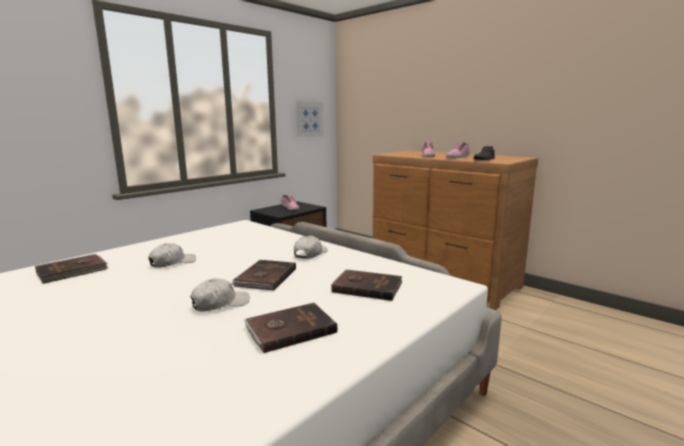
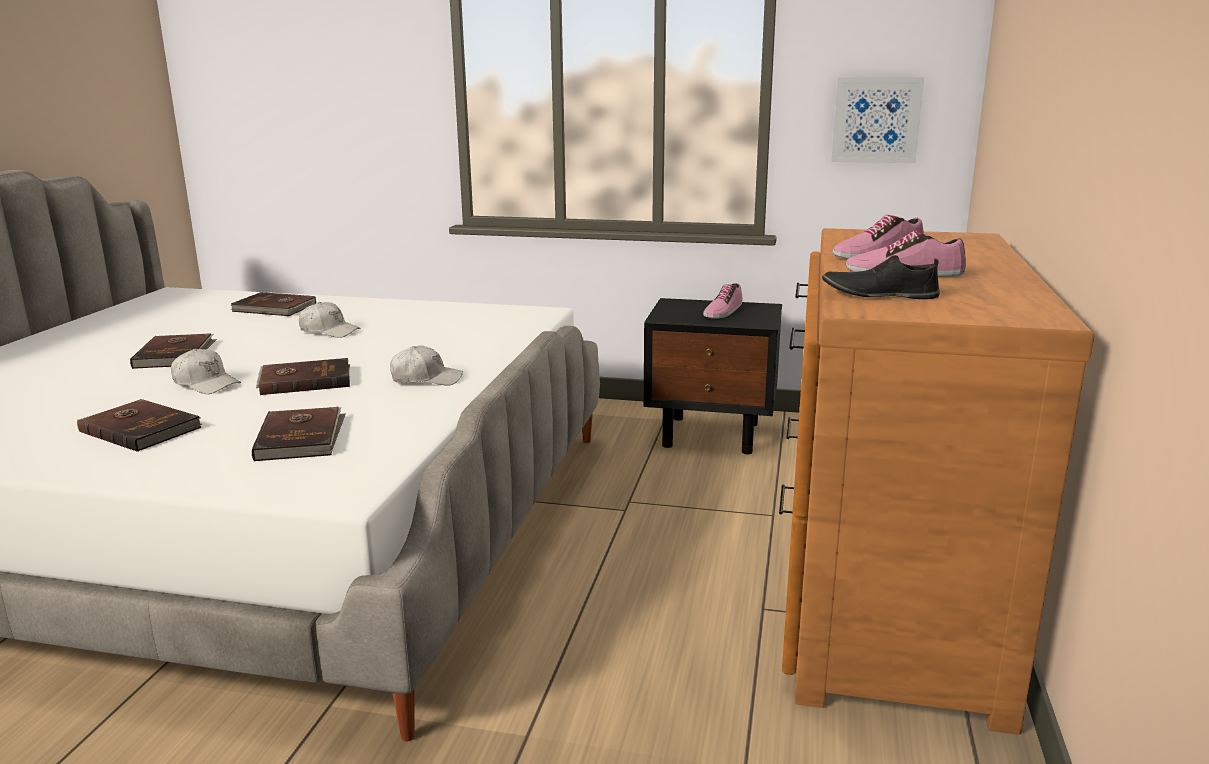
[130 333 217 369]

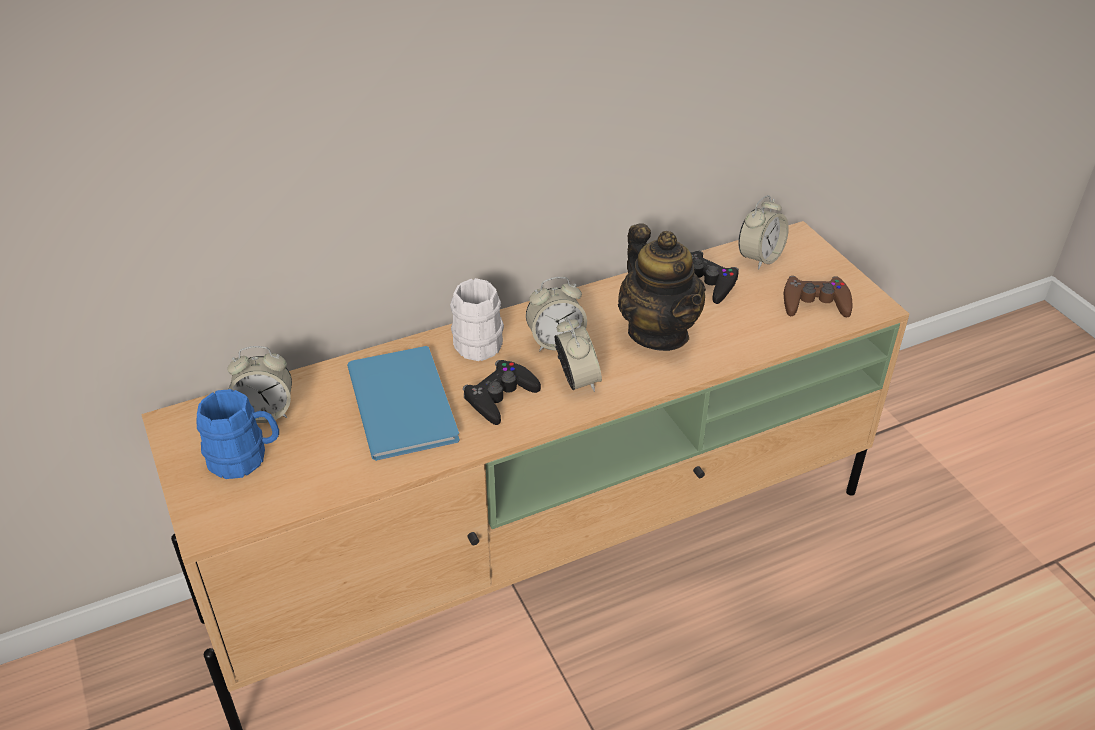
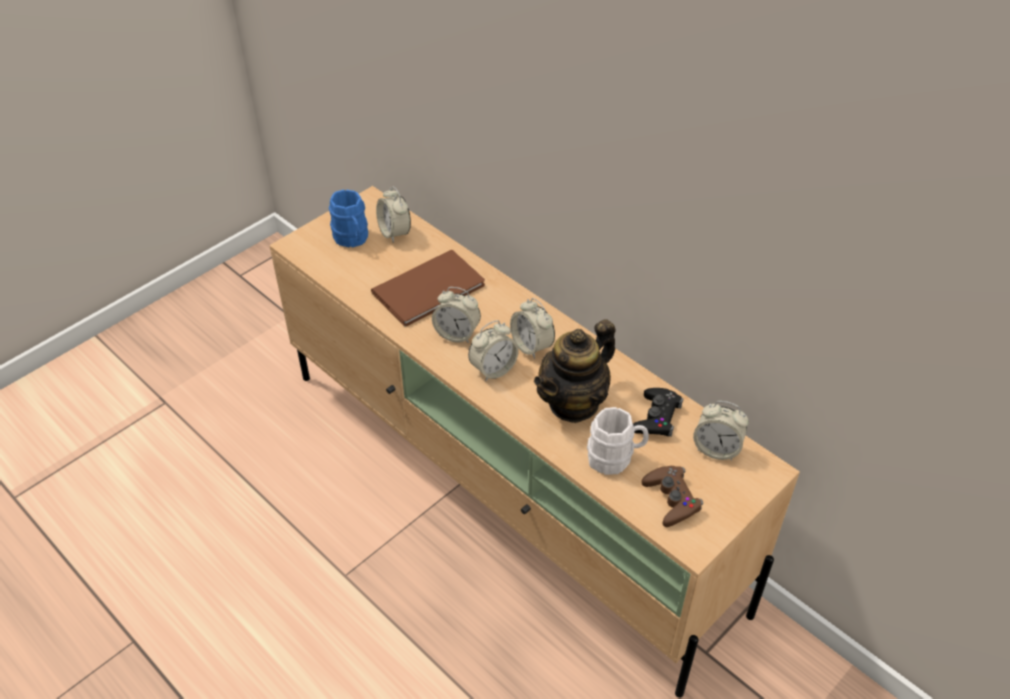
[371 250 485 326]
[587 407 649 475]
[432 287 481 343]

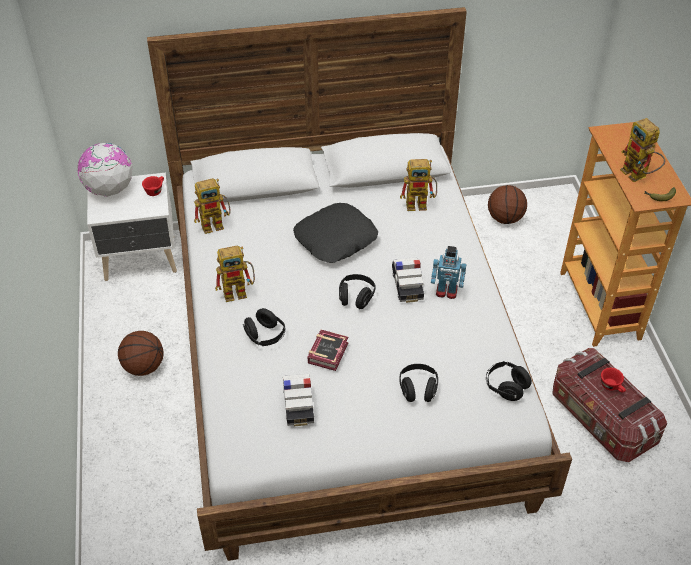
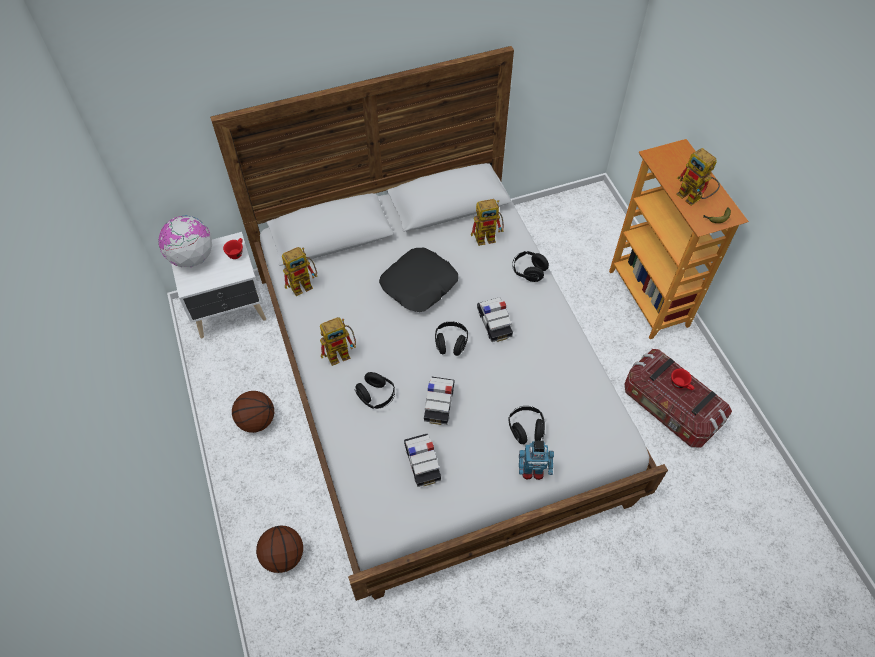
[424 377 454 425]
[519 441 554 480]
[512 251 549 282]
[256 526 303 573]

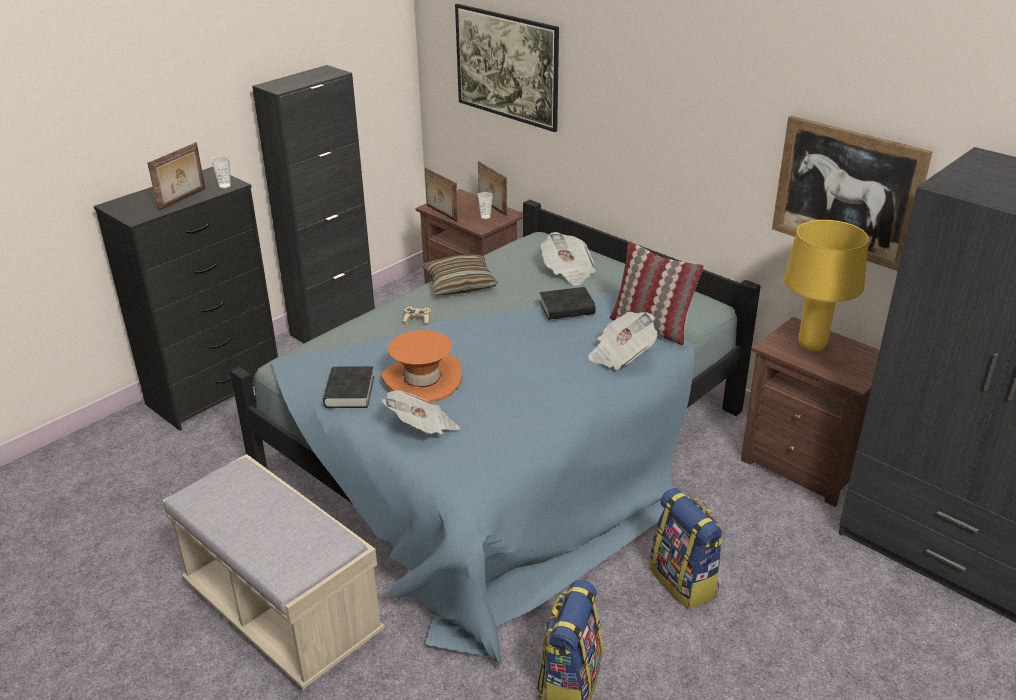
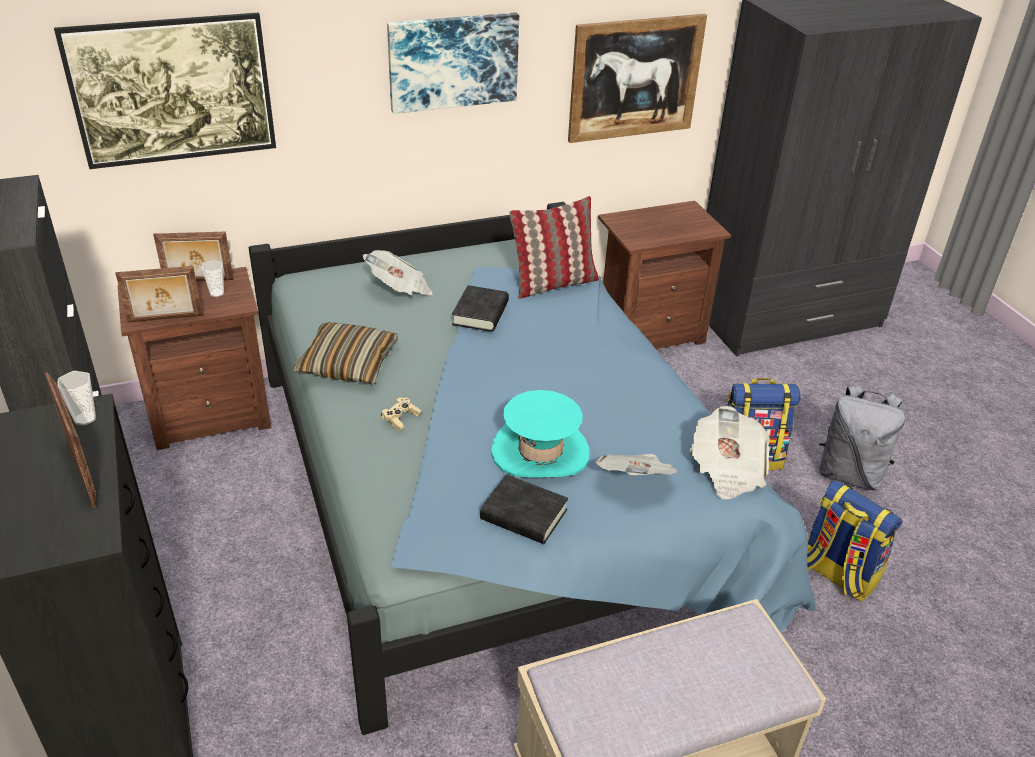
[491 390 590 478]
[690 406 770 500]
[784 220 869 352] (first image)
[387 12 519 114]
[819 386 906 490]

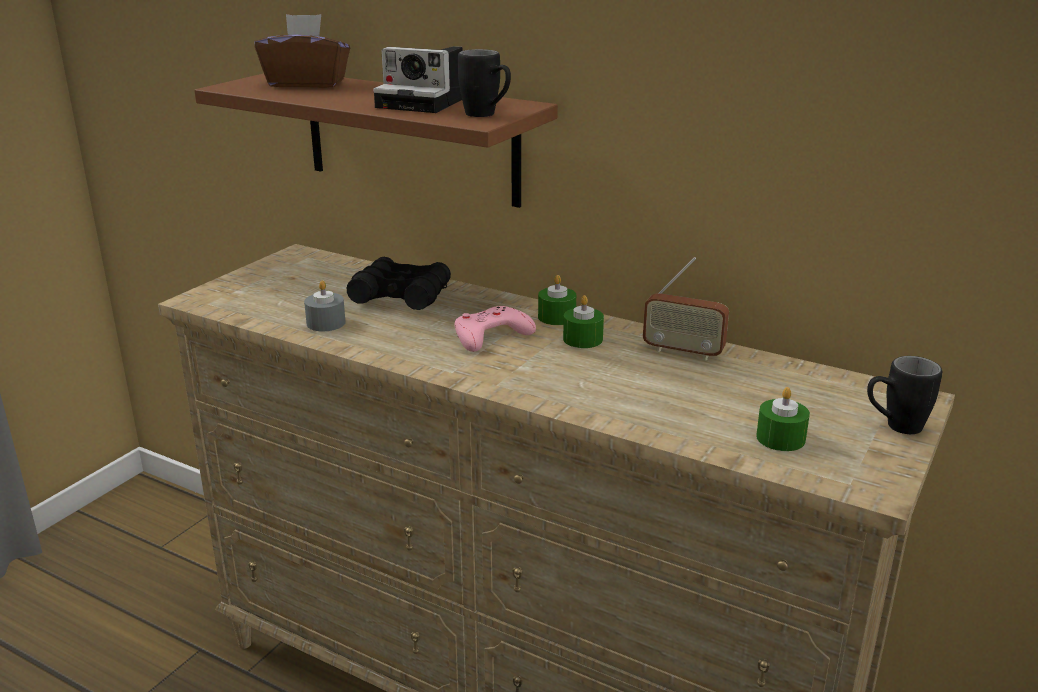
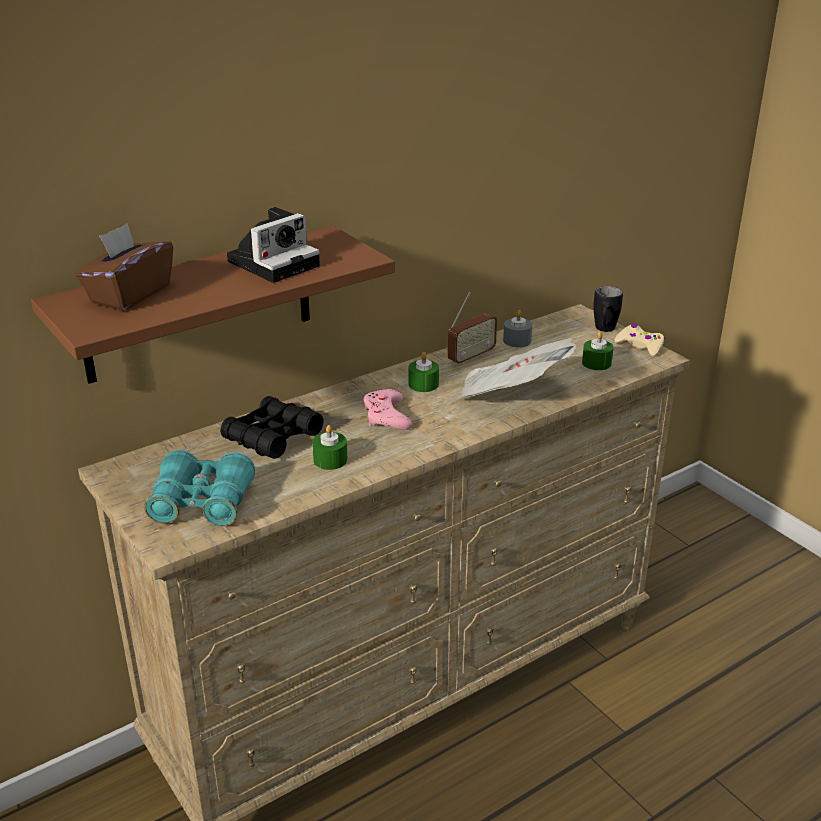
[503 310 532 347]
[458 49 511 117] (first image)
[312 425 348 470]
[144 450 255 526]
[457 338 576 399]
[615 324 665 357]

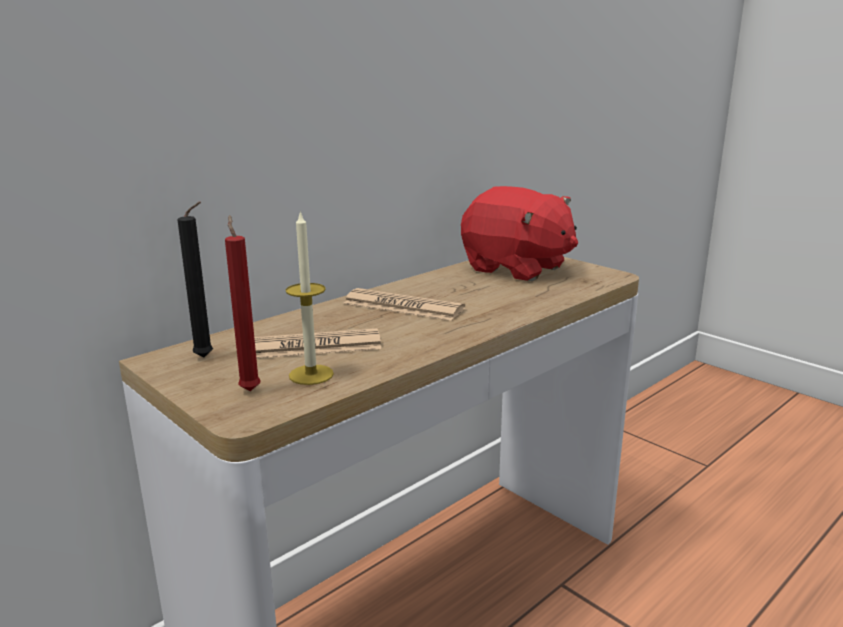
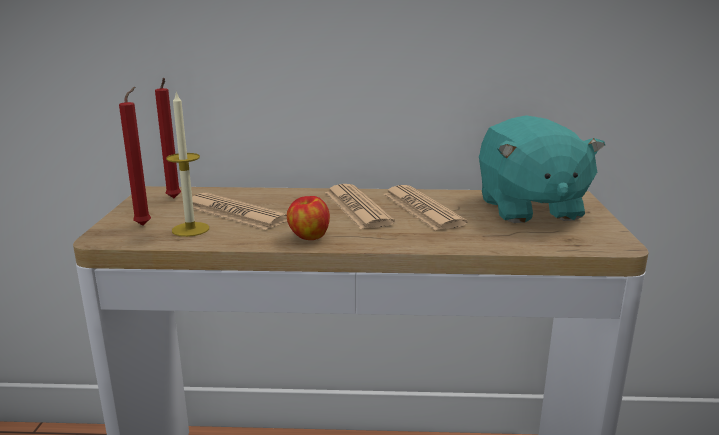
[155 78 181 198]
[479 115 605 223]
[287 196 330 240]
[383 185 468 230]

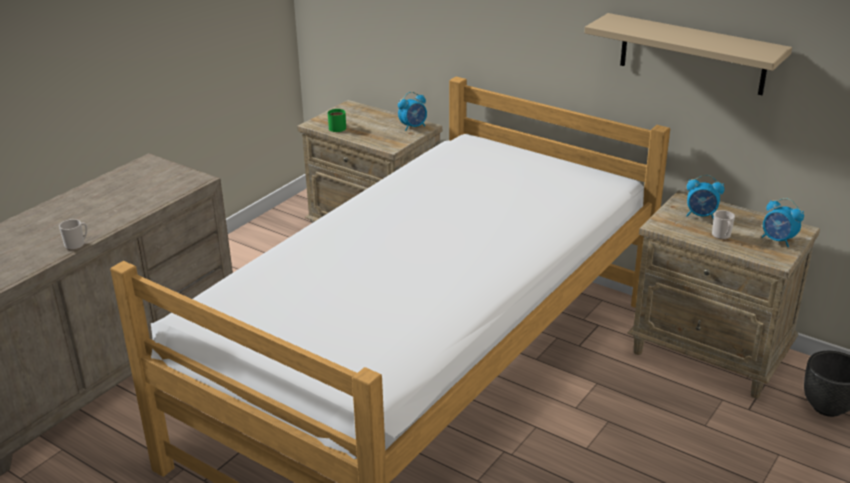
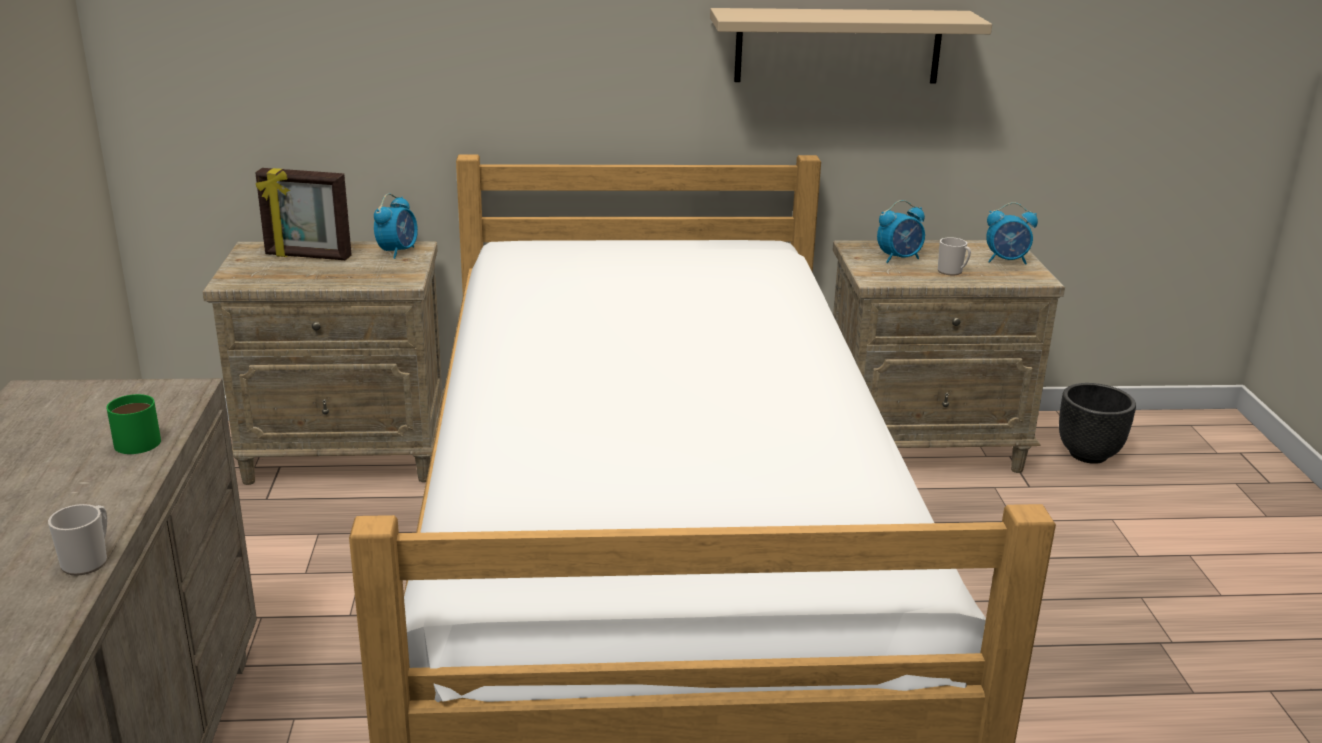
[106 394 161 454]
[255 168 352 260]

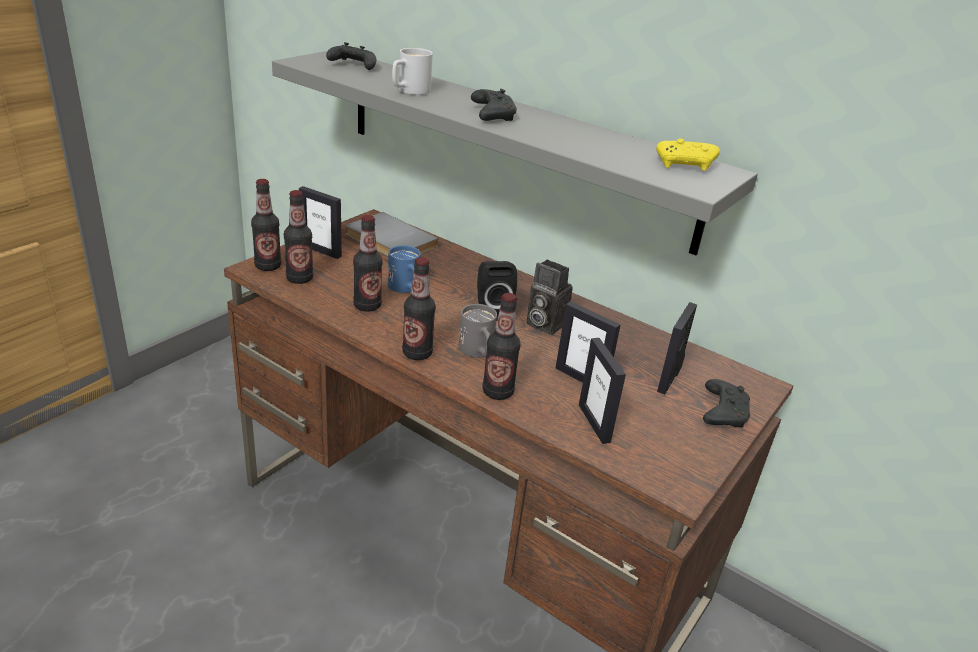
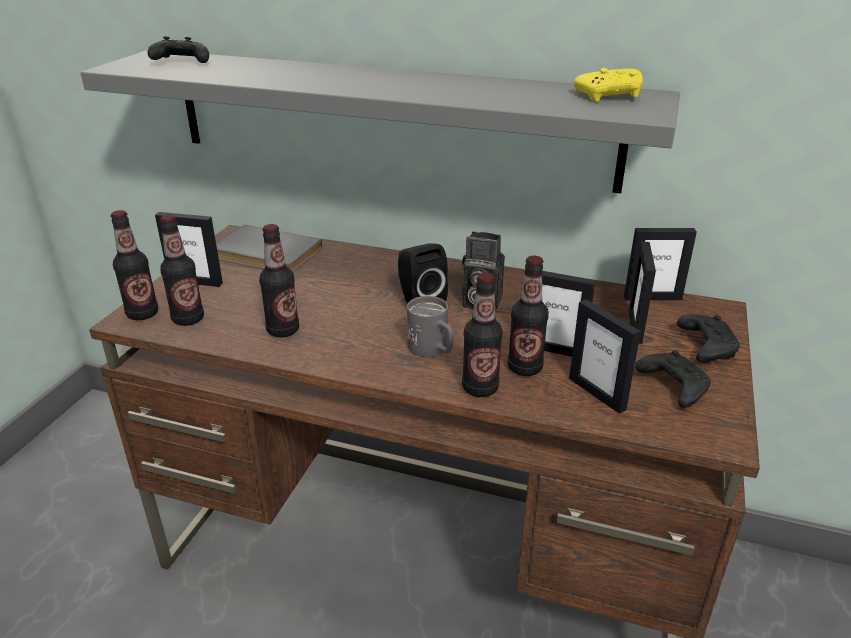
[388 245 421 293] (first image)
[392 48 433 95] (first image)
[508 255 549 376]
[635 350 711 408]
[624 228 697 300]

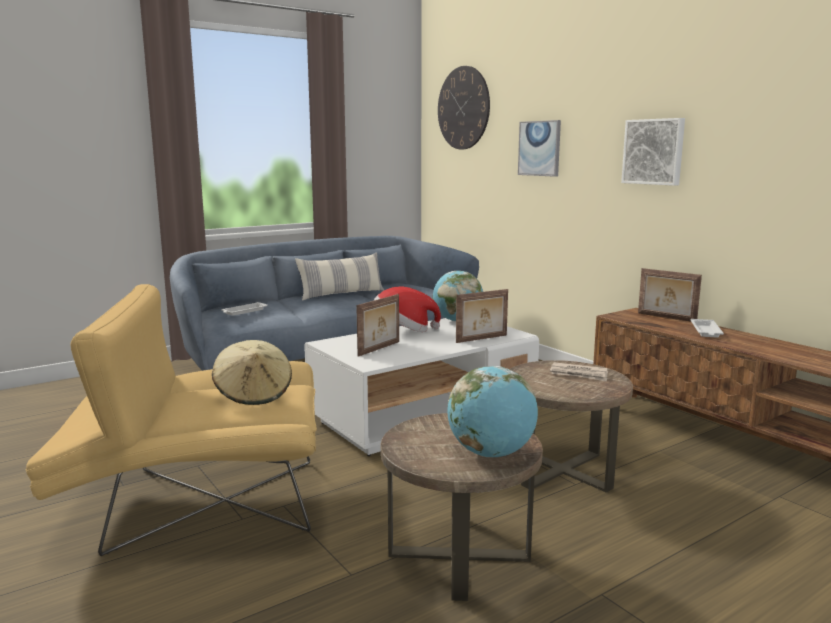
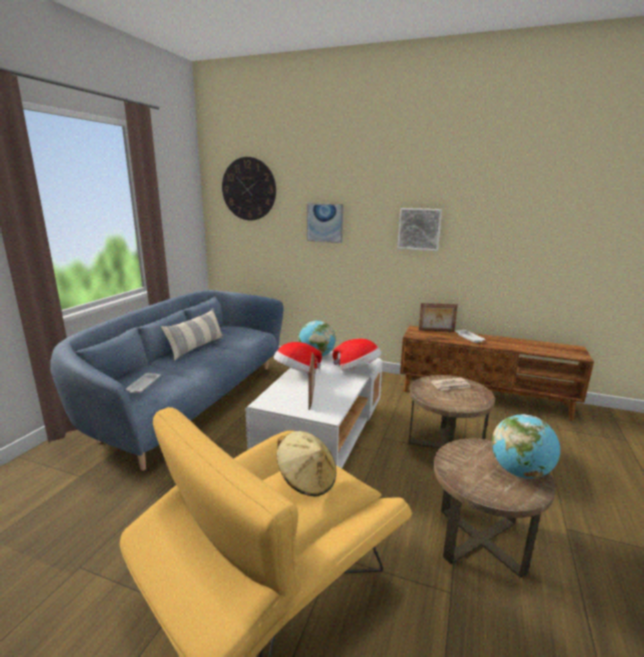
[333 339 381 370]

